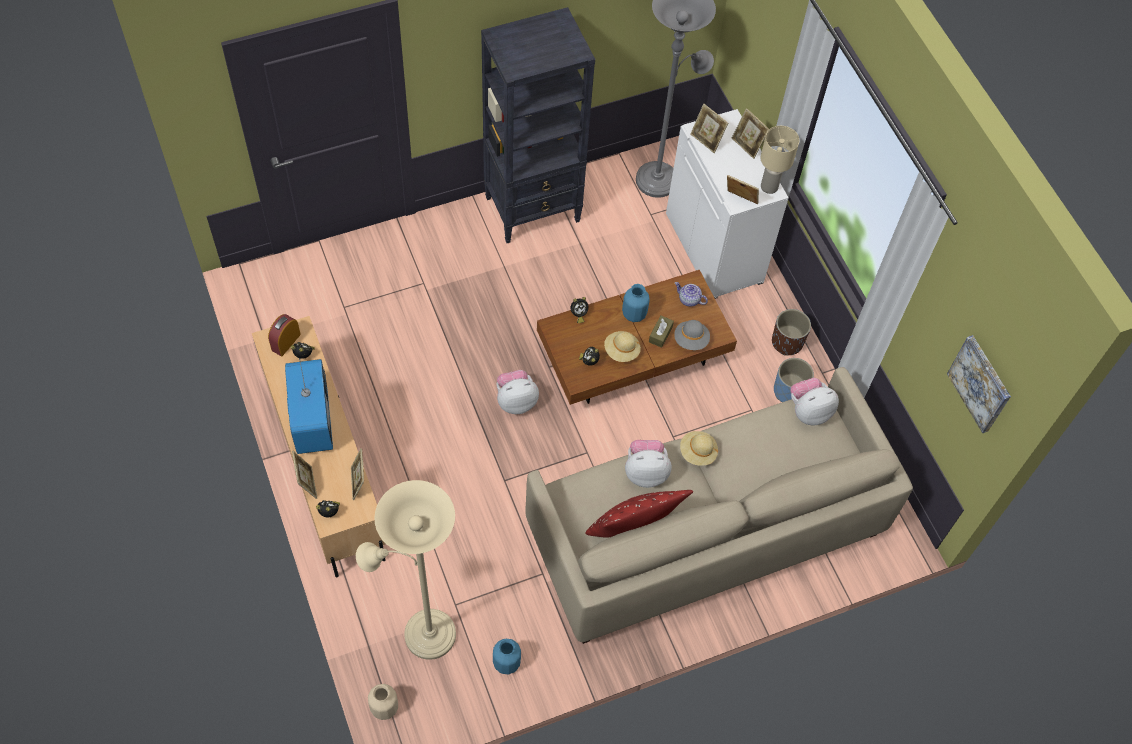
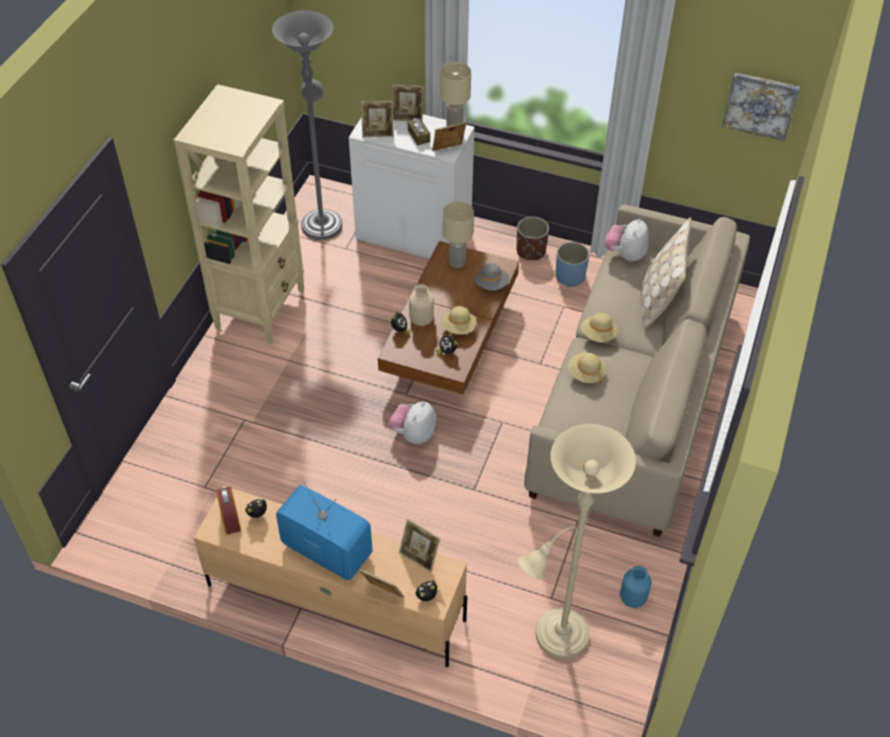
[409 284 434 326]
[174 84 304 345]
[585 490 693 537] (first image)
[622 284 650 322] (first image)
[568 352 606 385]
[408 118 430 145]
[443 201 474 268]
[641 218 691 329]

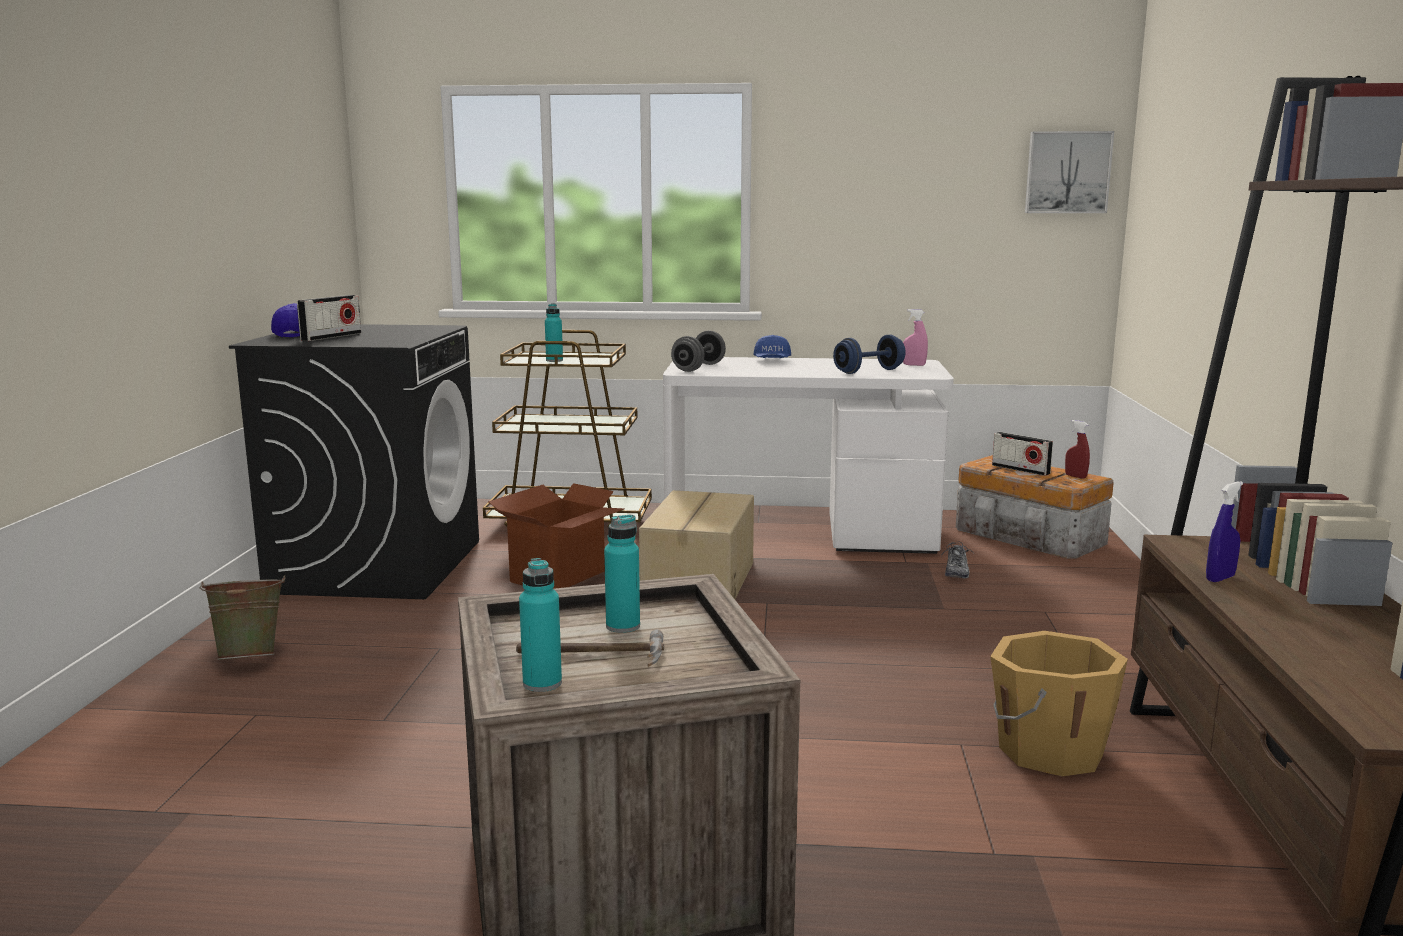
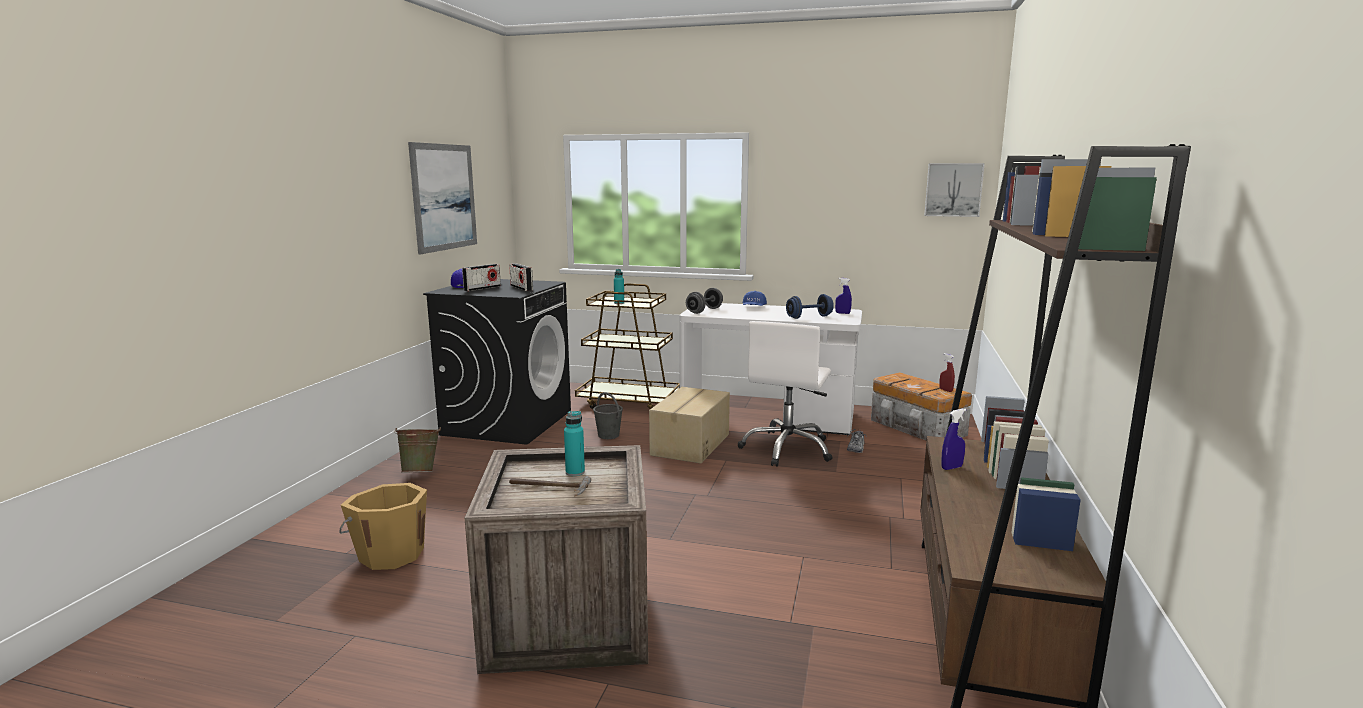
[593 392 623 439]
[519 558 562 692] (first image)
[835 278 852 314]
[340 483 427 570]
[509 263 533 291]
[408 142 477 254]
[738 321 833 467]

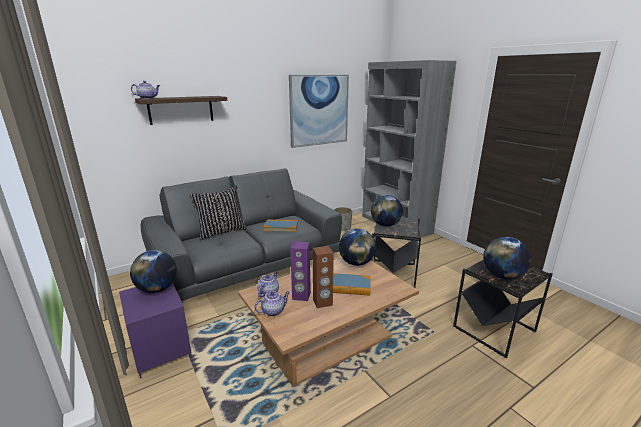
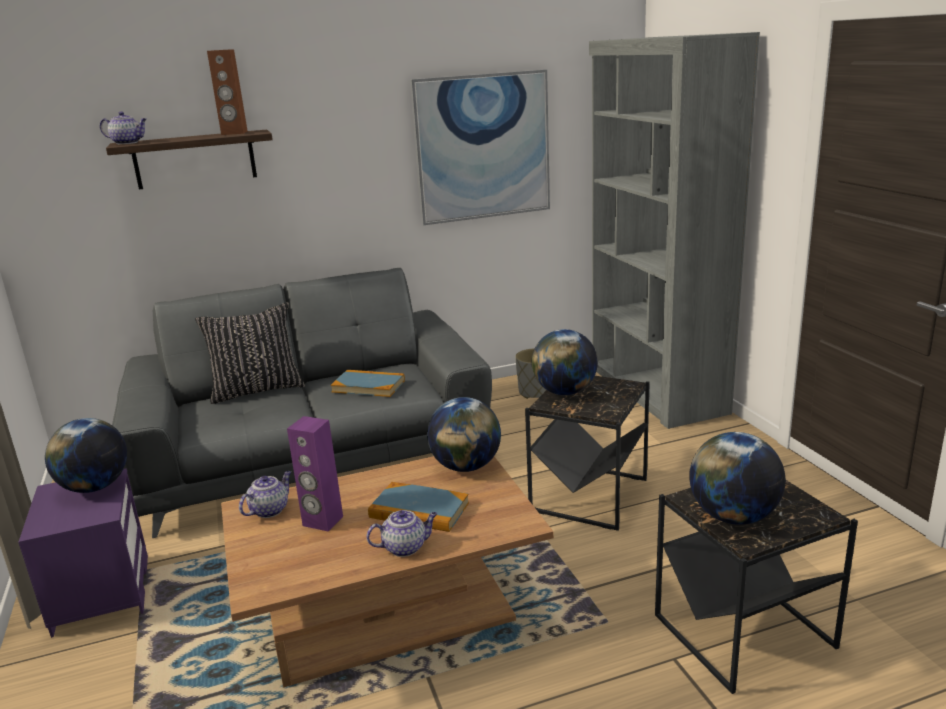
[367 510 437 557]
[207 49 248 135]

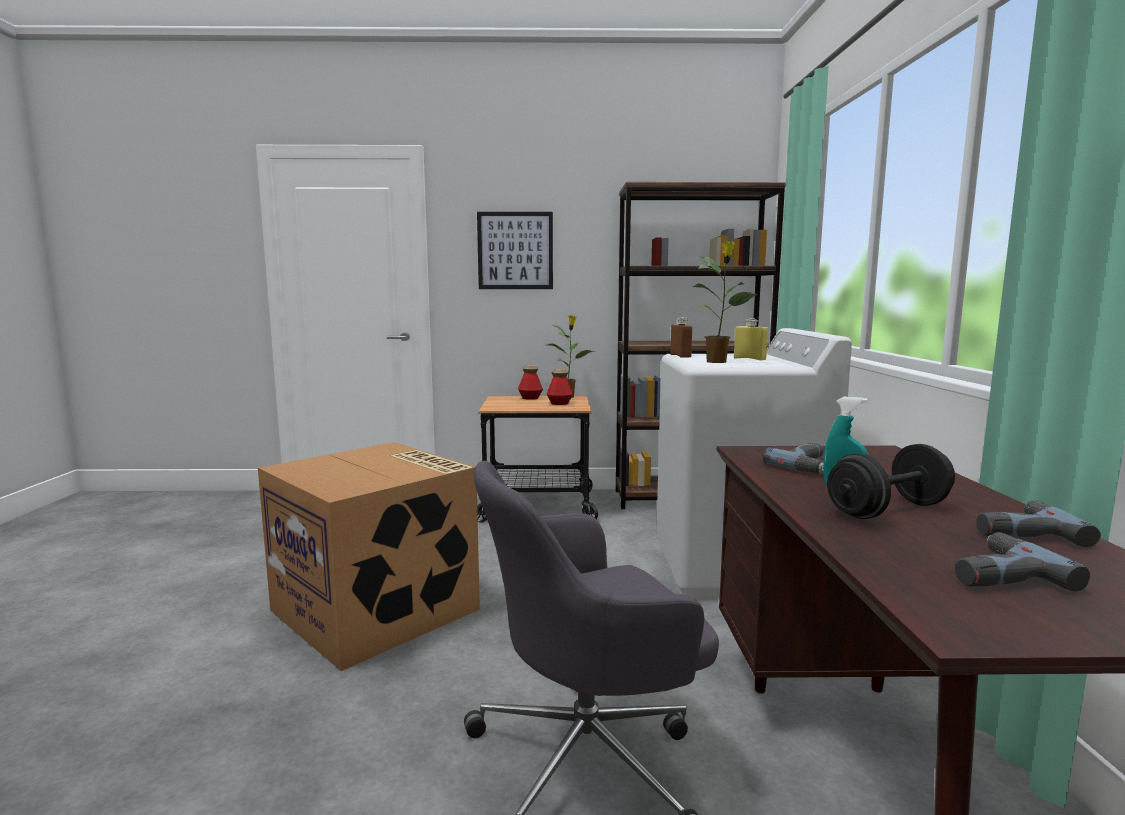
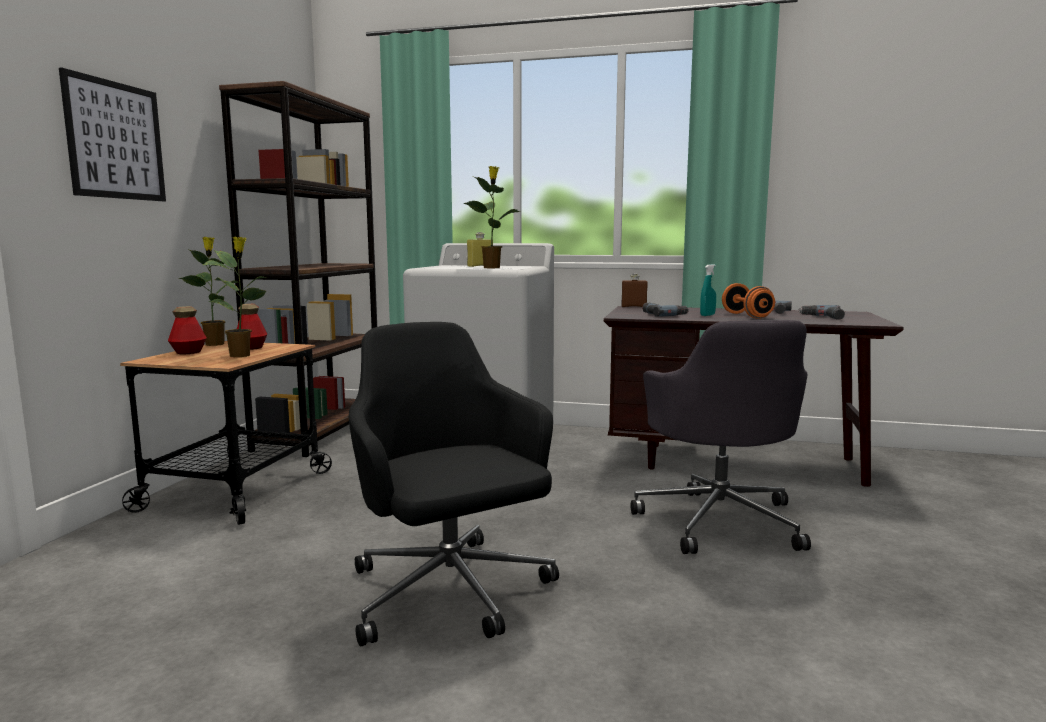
[349 322 559 647]
[621 274 648 307]
[722 283 775 319]
[203 236 267 357]

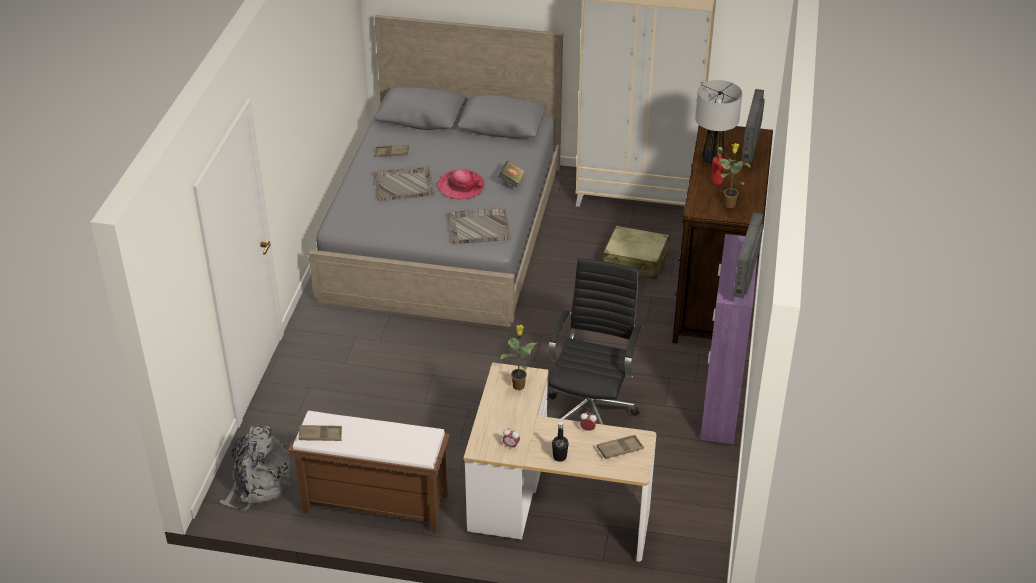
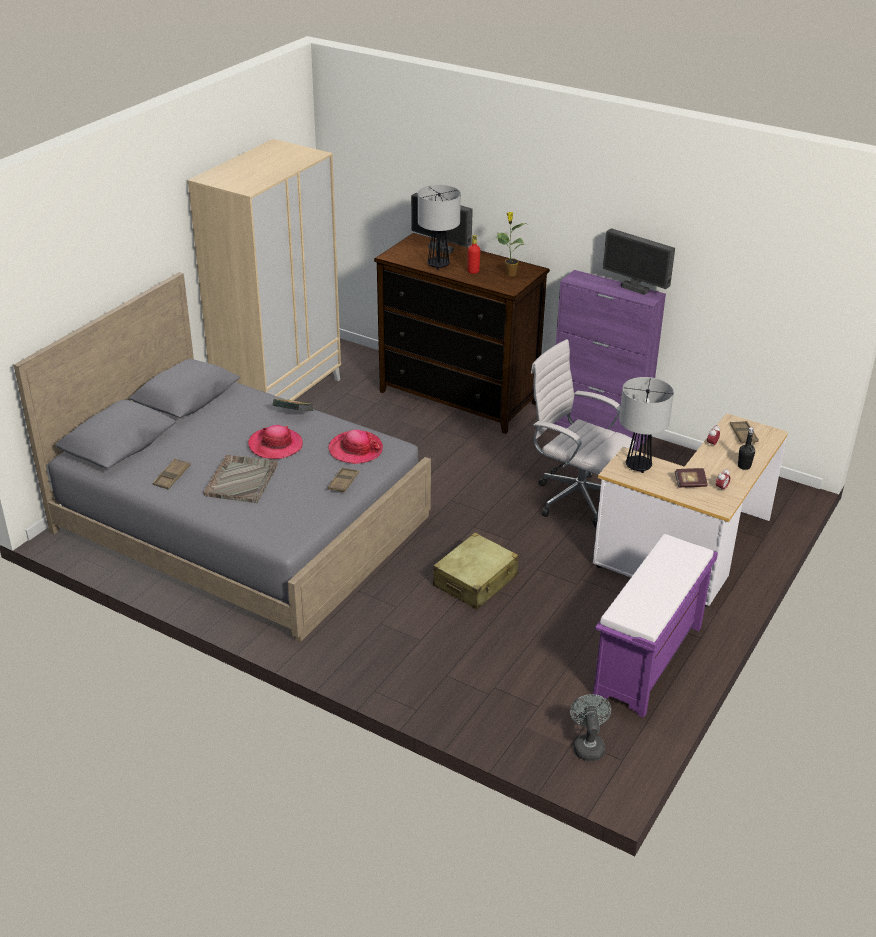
[570 694 611 761]
[593 534 718 718]
[328 467 359 493]
[328 430 383 464]
[619 377 674 473]
[531 339 635 528]
[433 532 519 610]
[675 468 708 488]

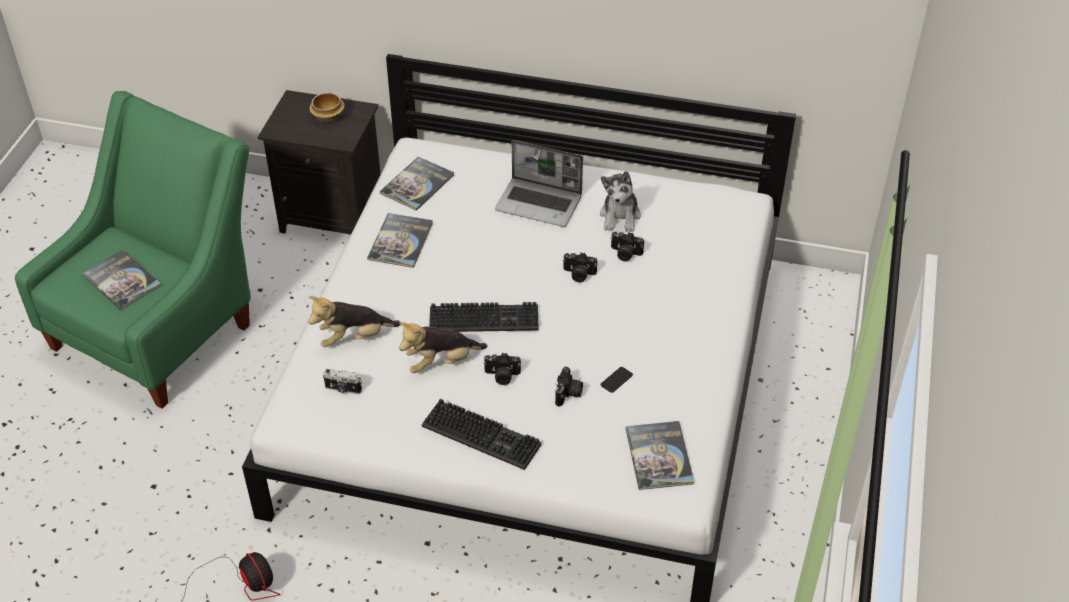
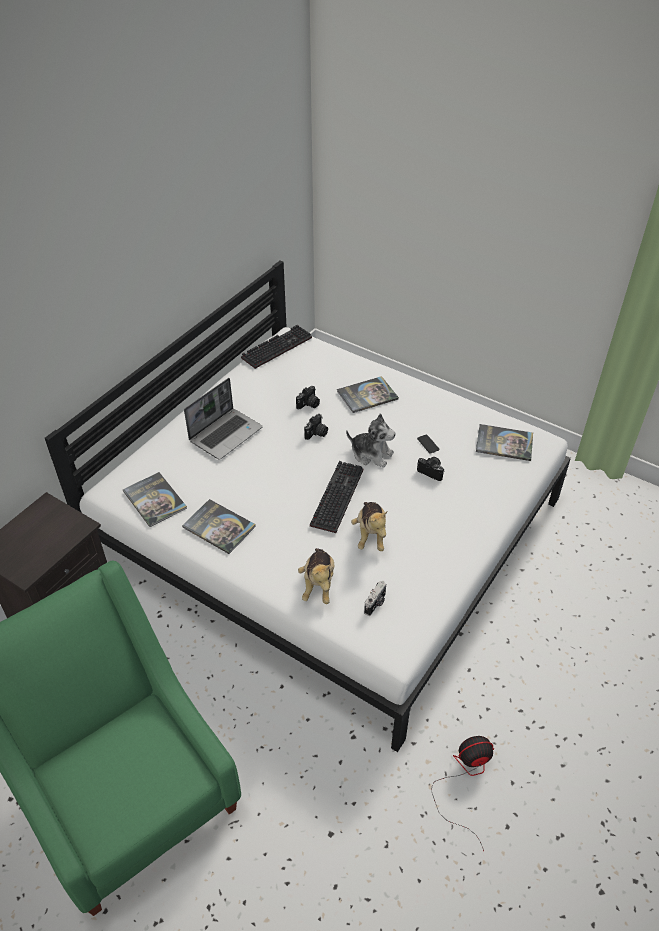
[337 376 399 413]
[310 92 345 123] (first image)
[241 325 312 369]
[484 353 521 385] (first image)
[346 414 396 468]

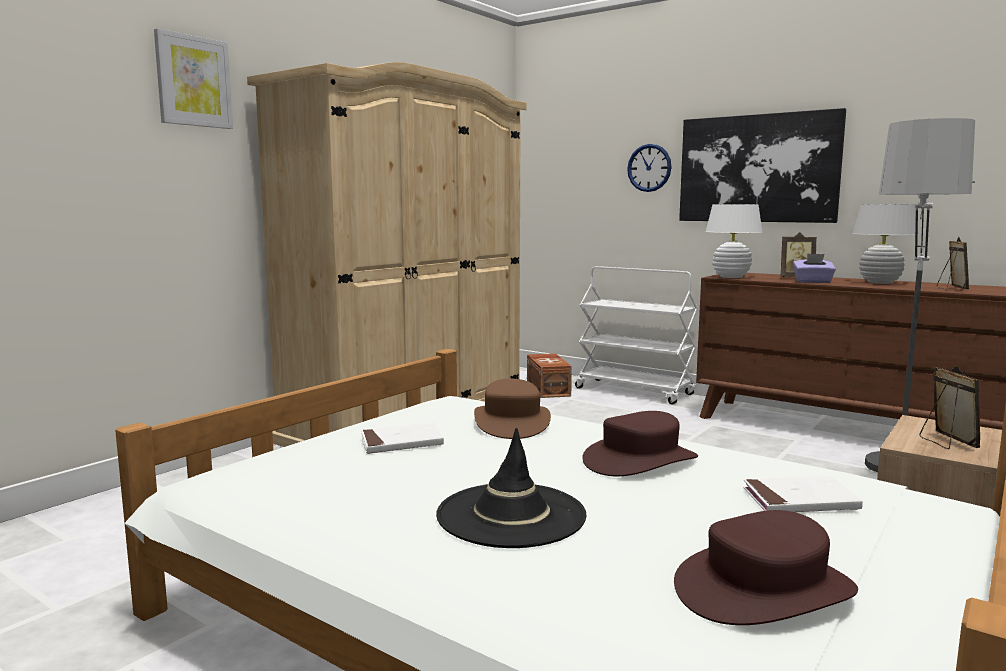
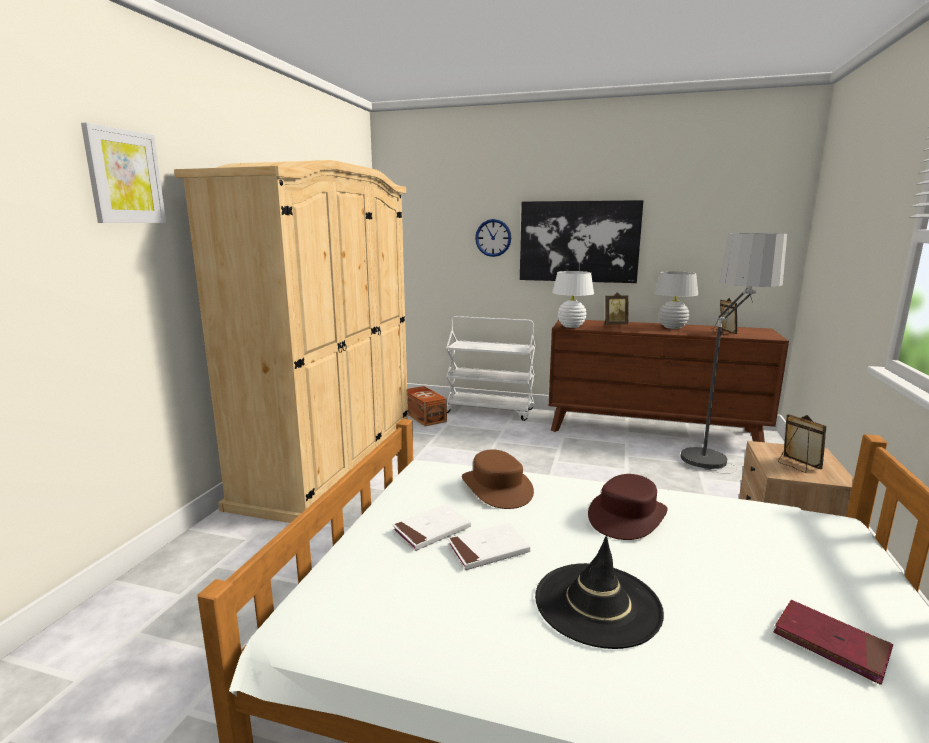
[774 600 893 685]
[448 522 530 570]
[793 253 836 283] (first image)

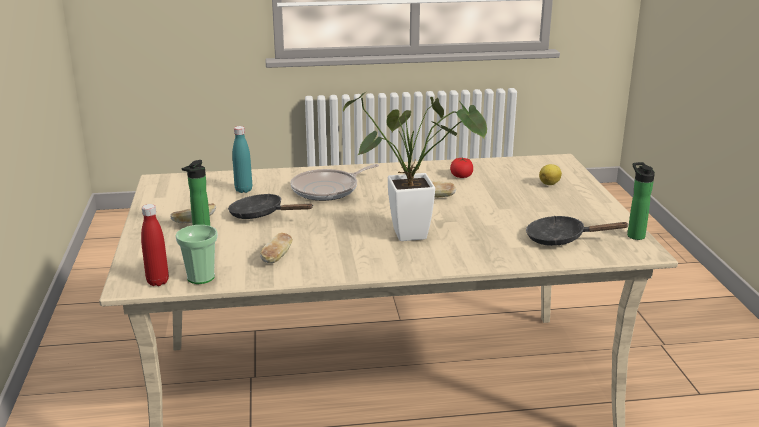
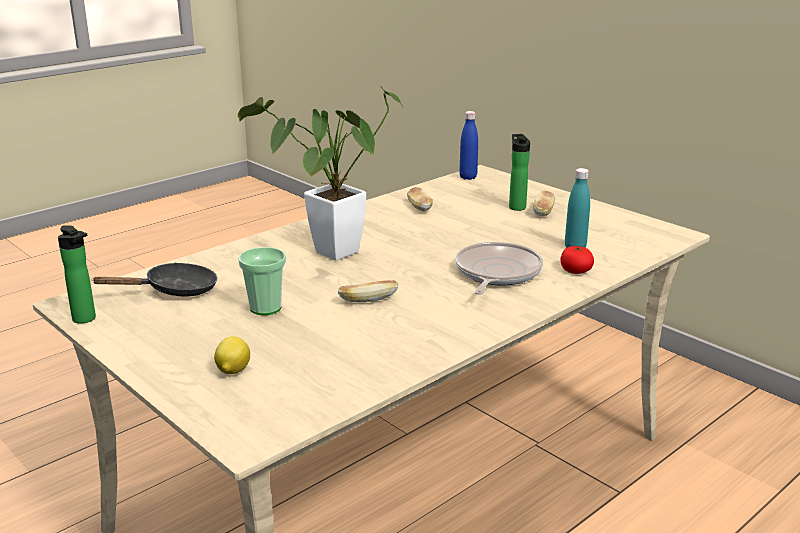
[459 111 478 180]
[238 247 286 315]
[228 194 313 219] (first image)
[560 246 594 274]

